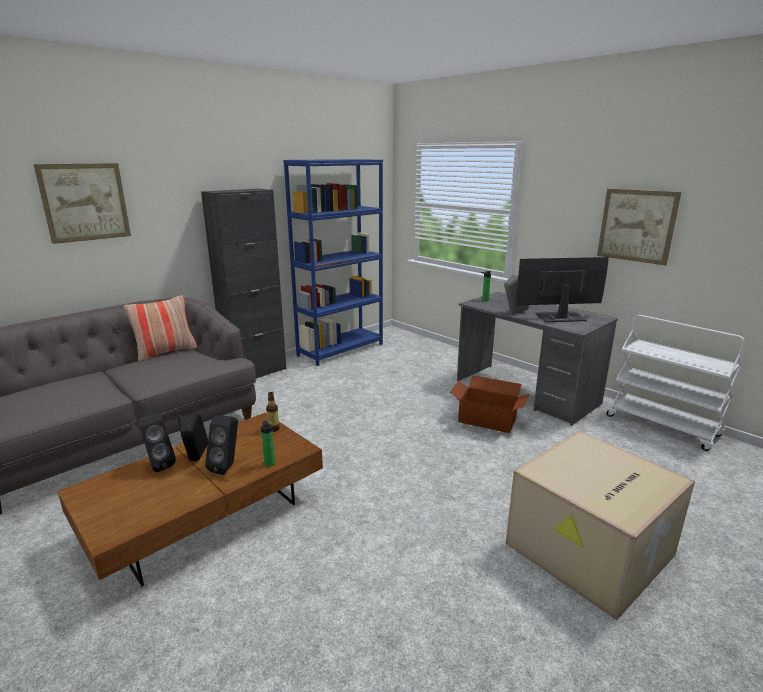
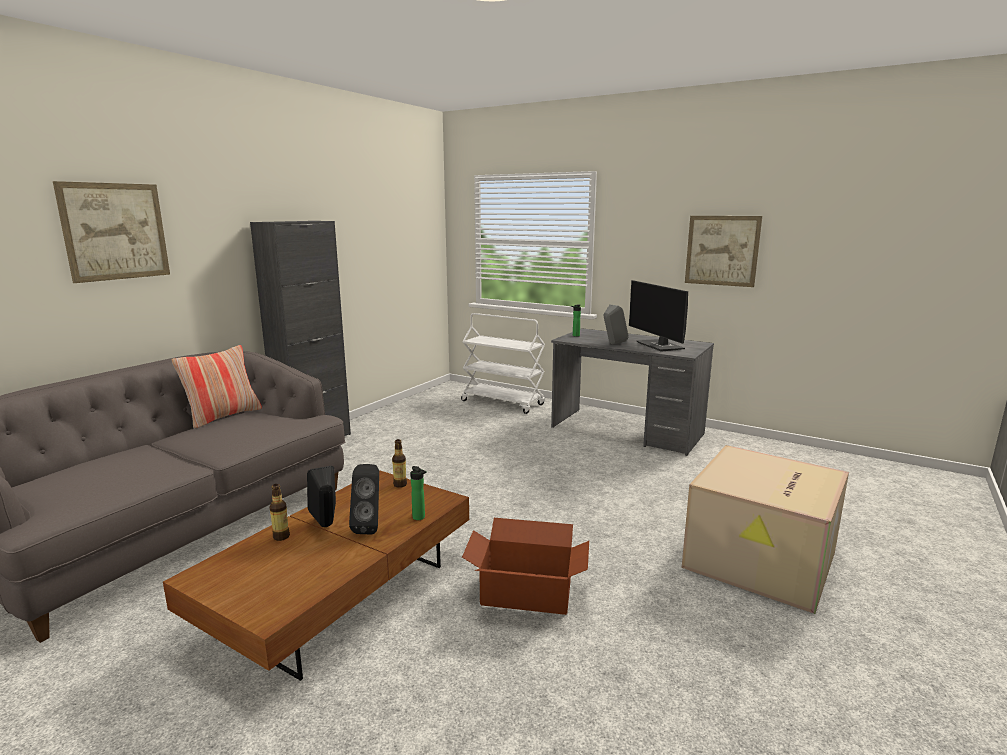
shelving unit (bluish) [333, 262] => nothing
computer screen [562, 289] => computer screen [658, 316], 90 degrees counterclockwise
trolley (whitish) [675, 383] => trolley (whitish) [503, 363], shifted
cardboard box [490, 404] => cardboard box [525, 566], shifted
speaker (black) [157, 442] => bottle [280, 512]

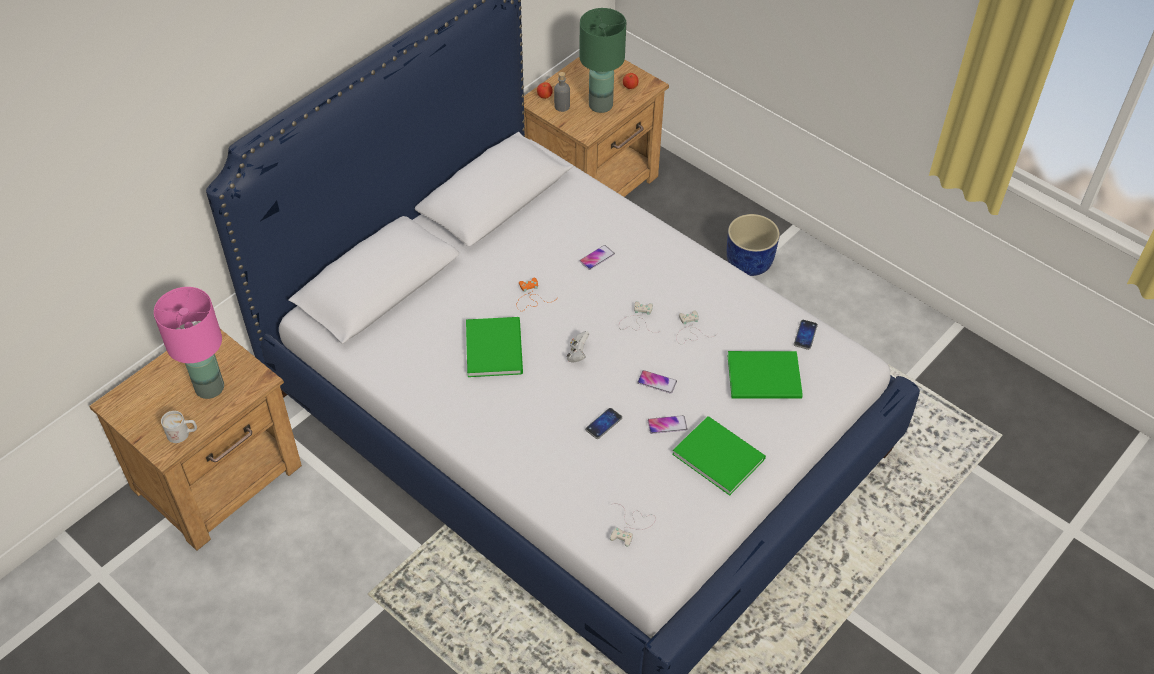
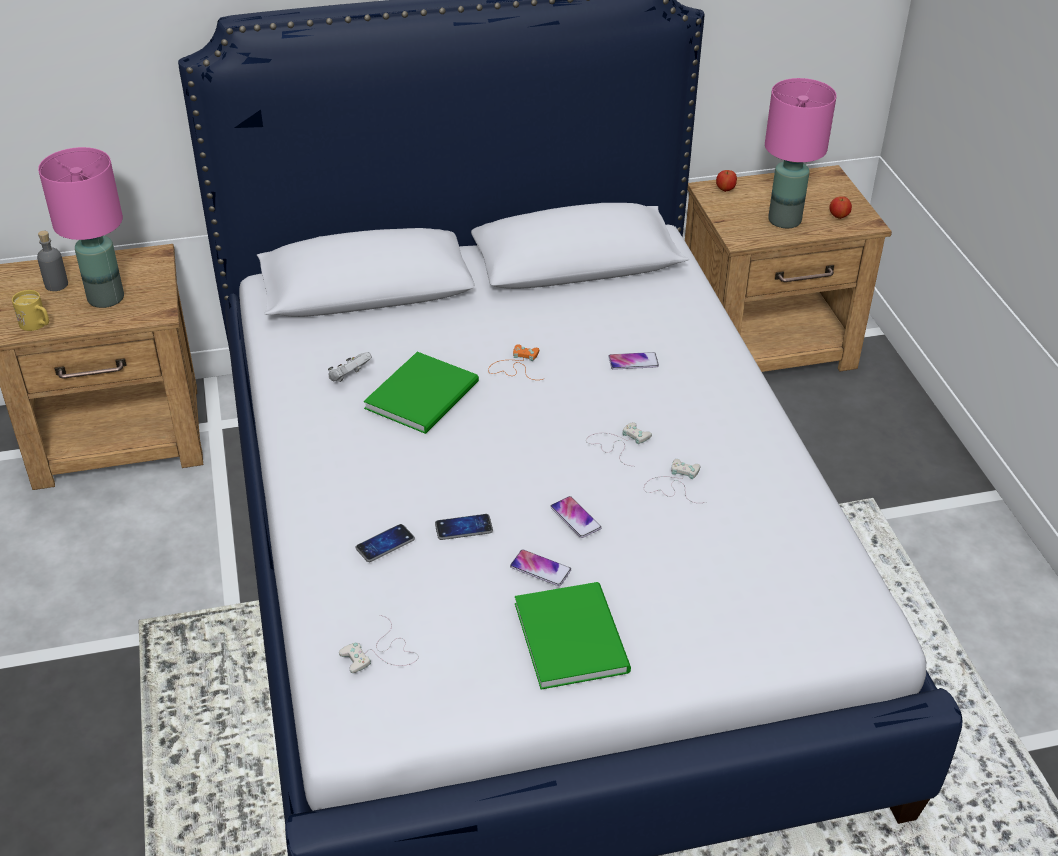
lamp for a table (greenish) [602, 60] => lamp for a table (pink) [800, 153]
bottle (greyish) [562, 92] => bottle (greyish) [52, 261], shifted
flower pot (bluish) [753, 245] => nothing
handset [806, 335] => handset [385, 543], shifted
joypad (whitish) [578, 347] => joypad (whitish) [350, 367], shifted
bound book (greenish) [765, 375] => nothing
mug (whitish) [179, 427] => mug (yellow-coloured) [30, 310]

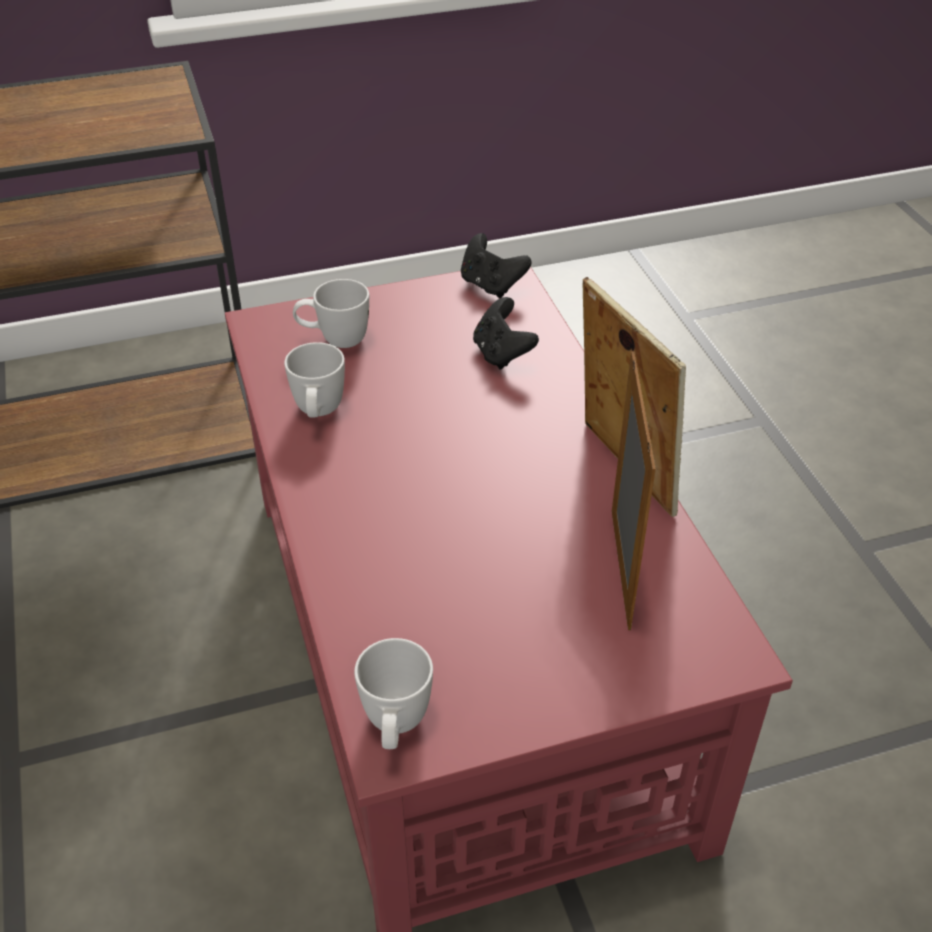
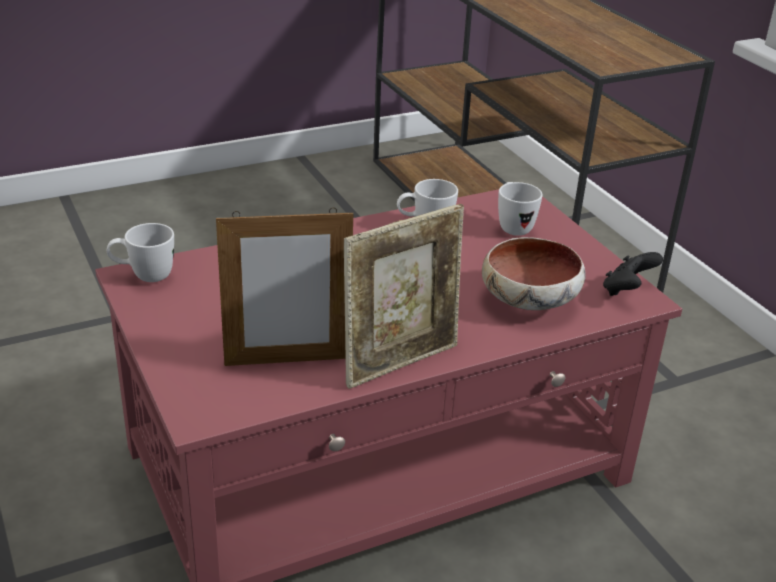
joypad (black) [506, 333] => serving bowl [534, 273]

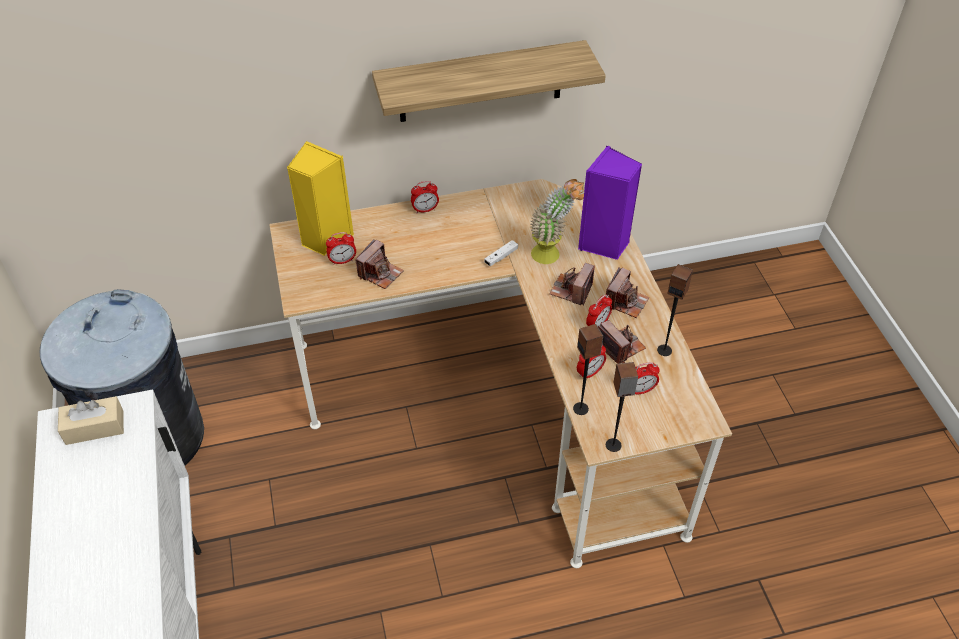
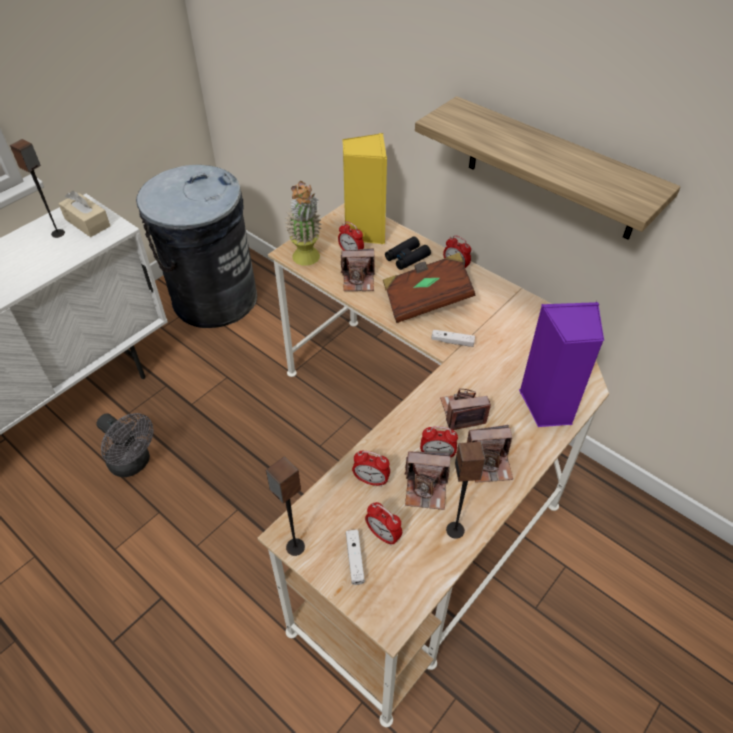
plant in a pot [557, 221] => plant in a pot [303, 223], shifted
photo camera [622, 342] => photo camera [427, 481], 75 degrees clockwise
speaker [588, 369] => speaker [37, 188], shifted
nothing => field glasses (black) [408, 253]
nothing => bound book (brown) [429, 287]
nothing => cooling fan (greyish) [125, 445]
nothing => joypad (whitish) [355, 557]

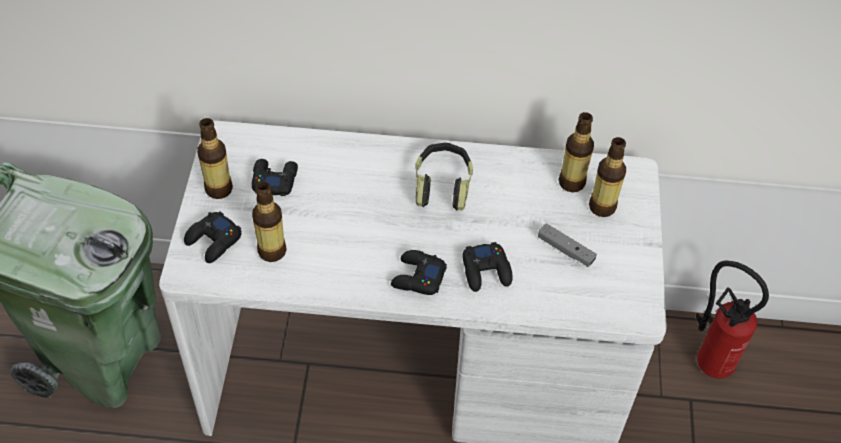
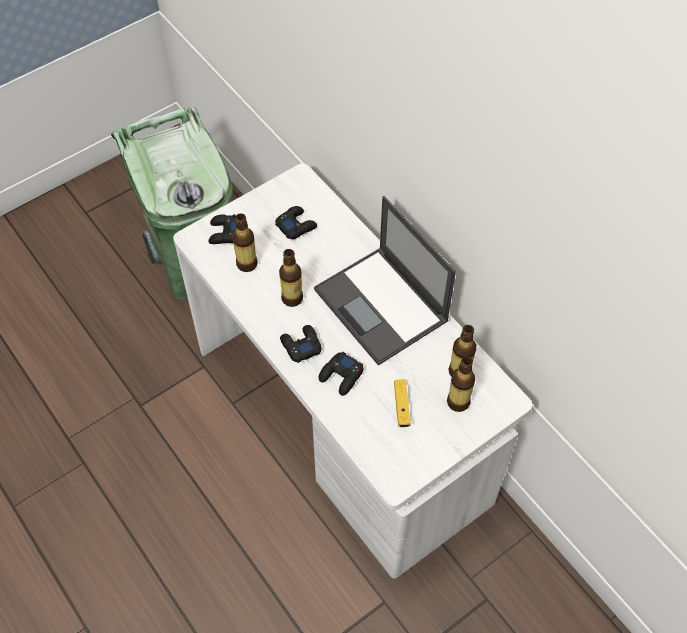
bottle [215, 158] => bottle [291, 278], shifted
headset [444, 177] => portable computer [385, 281]
joypad (greyish) [567, 245] => joypad (yellow-coloured) [402, 403]
fire-fighting cylinder [732, 319] => nothing

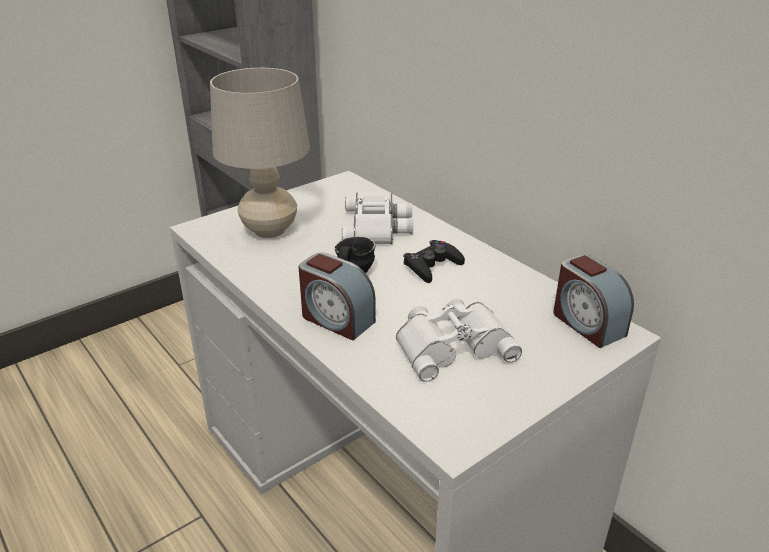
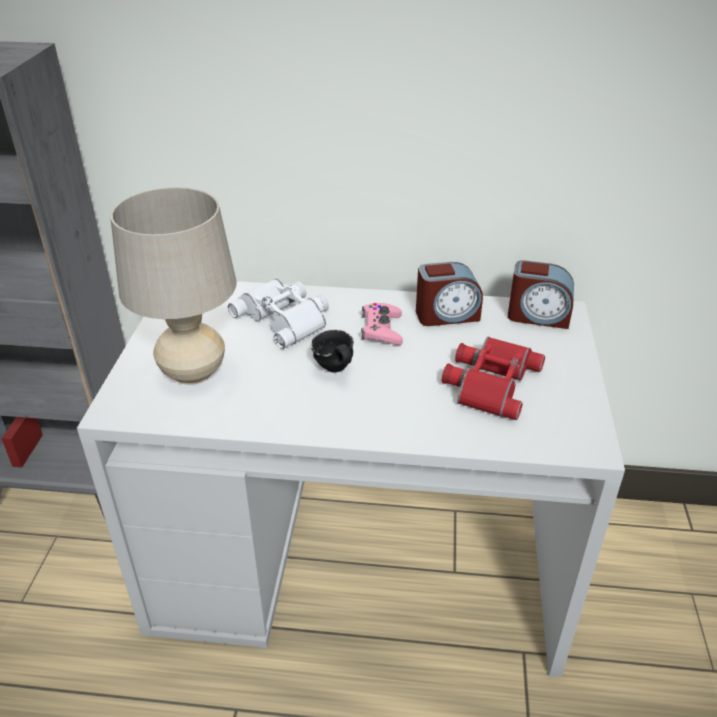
joypad (black) [434, 261] => joypad (pink) [382, 324]
table clock [337, 296] => table clock [449, 294], shifted
field glasses (whitish) [459, 340] => field glasses (red) [493, 378]

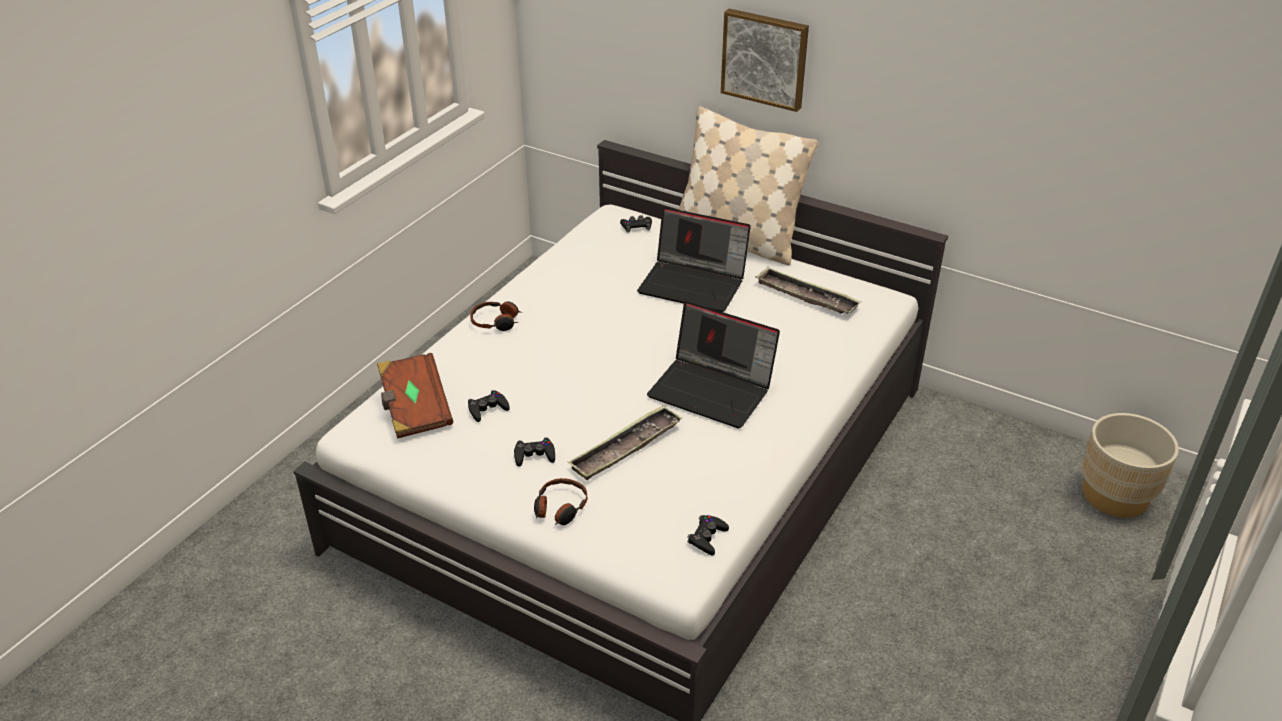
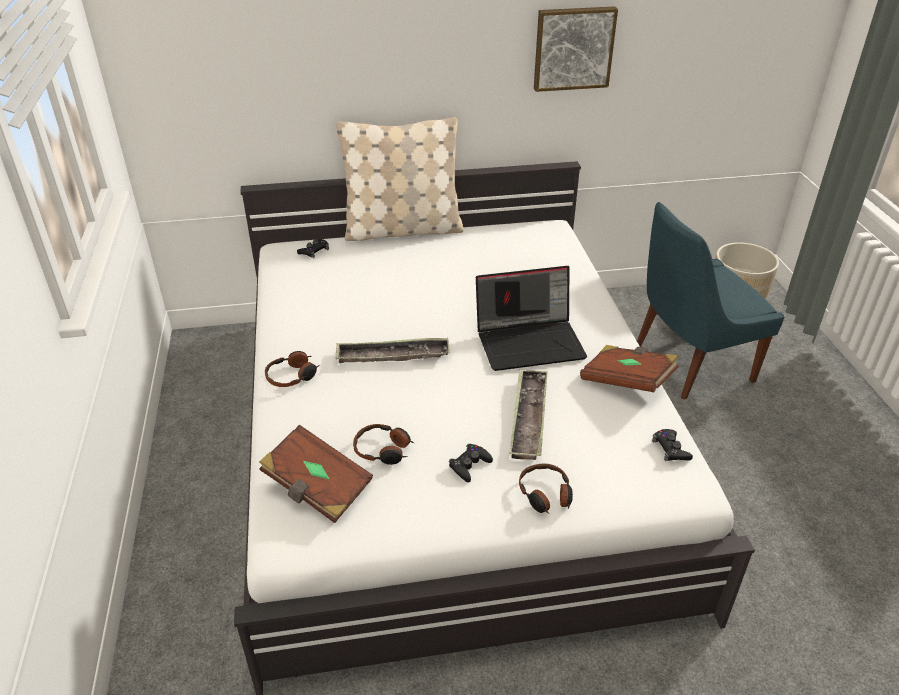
wall picture [765, 60] => wall picture [576, 49], shifted
portable computer [694, 259] => nothing
serving tray [808, 290] => serving tray [392, 350], shifted
joypad (black) [489, 406] => headset [383, 444]
nothing => chair (bluish) [710, 301]
nothing => bound book (brown) [629, 368]

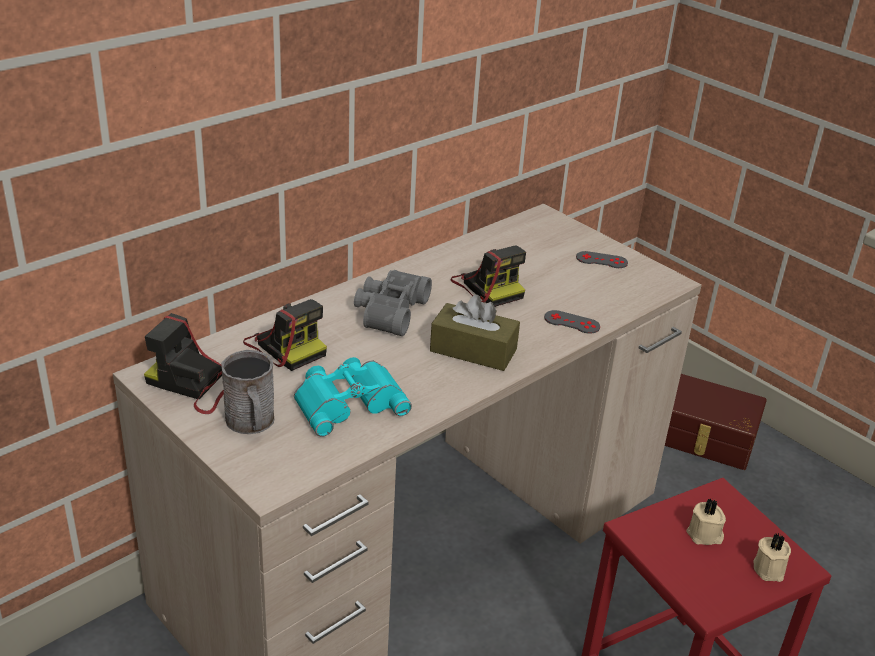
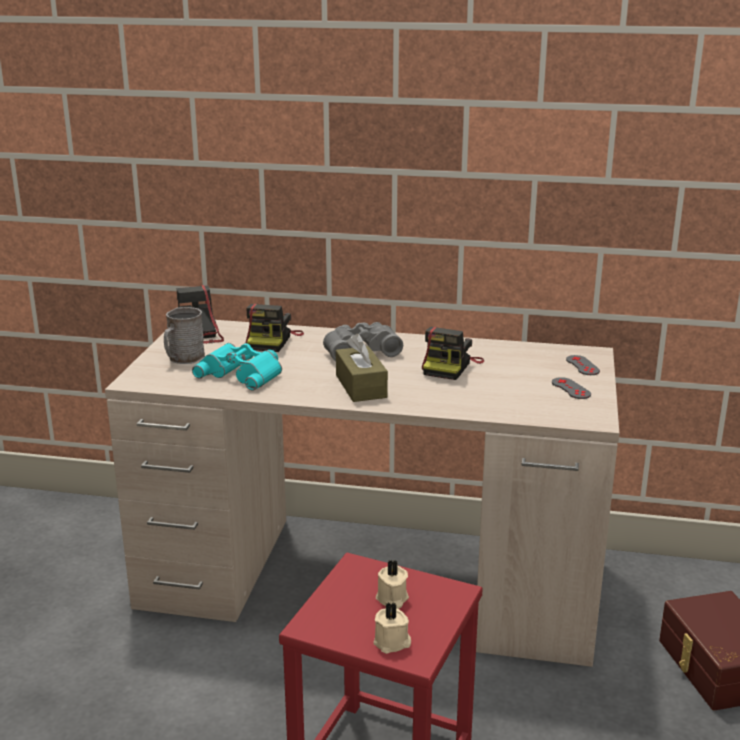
joypad (greyish) [572, 322] => joypad (greyish) [583, 365], shifted

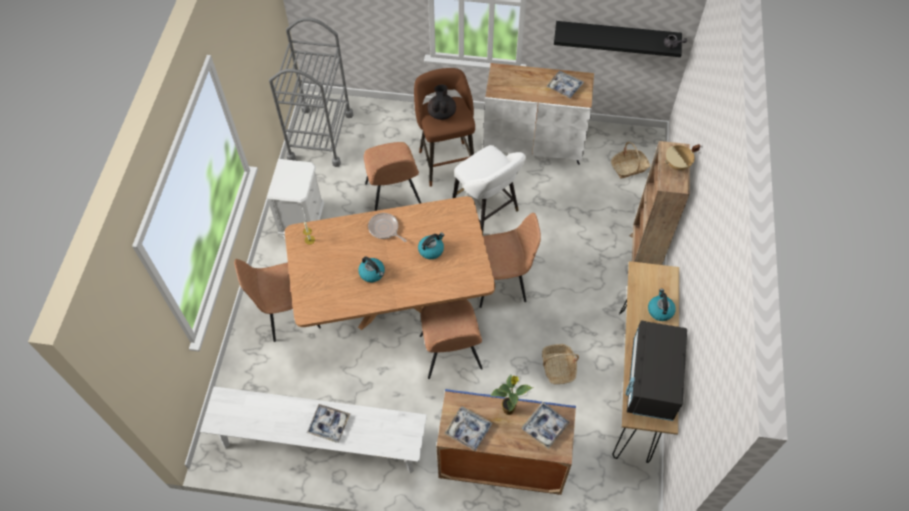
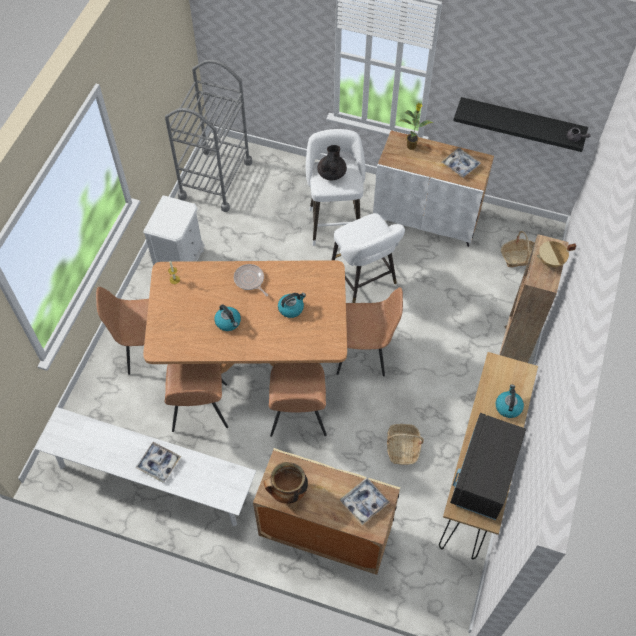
stool (brown) [444, 127] => stool (whitish) [336, 187]
chair (brown) [392, 176] => chair (brown) [196, 398], shifted
plant in a pot [511, 394] => plant in a pot [416, 126], shifted
cabinet (bluish) [506, 442] => cabinet (sand-coloured) [326, 511]
serving tray [468, 429] => saucepot [286, 483]

